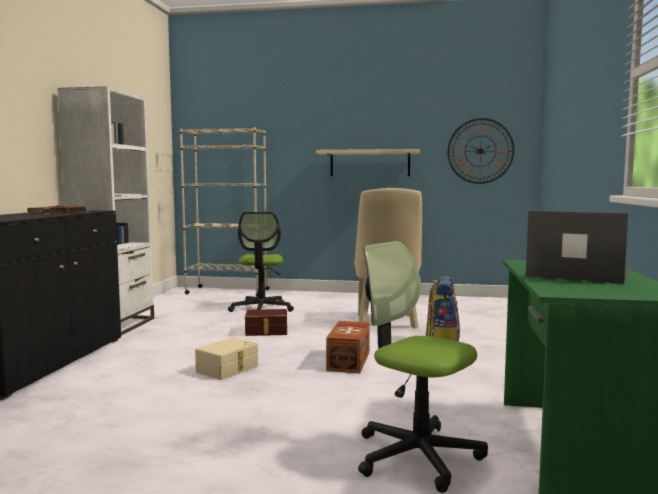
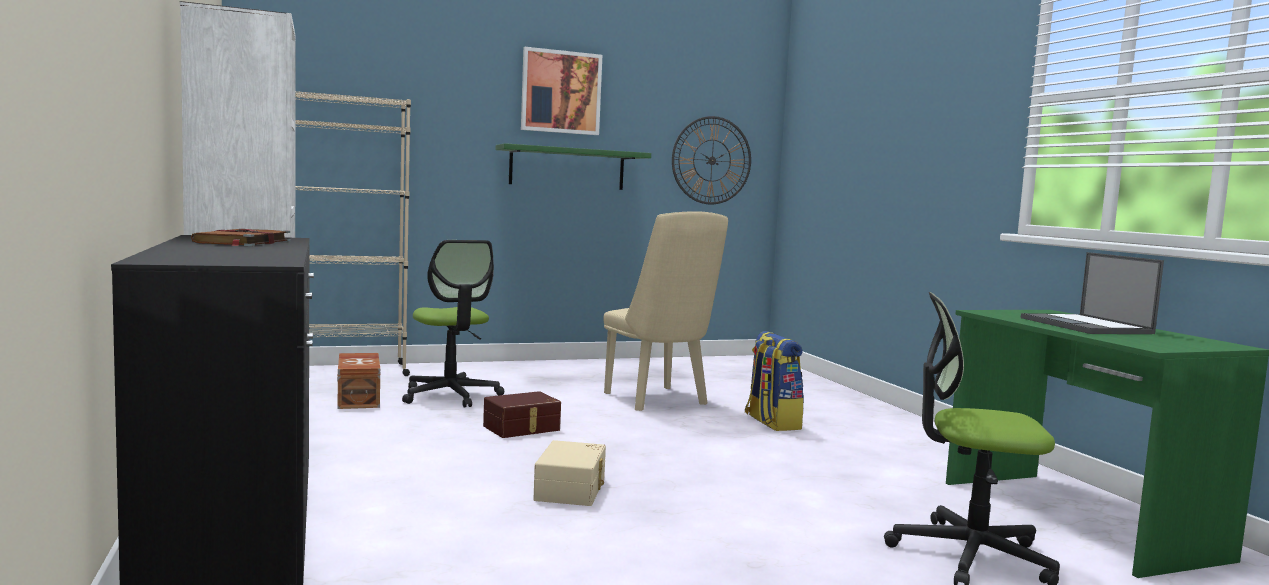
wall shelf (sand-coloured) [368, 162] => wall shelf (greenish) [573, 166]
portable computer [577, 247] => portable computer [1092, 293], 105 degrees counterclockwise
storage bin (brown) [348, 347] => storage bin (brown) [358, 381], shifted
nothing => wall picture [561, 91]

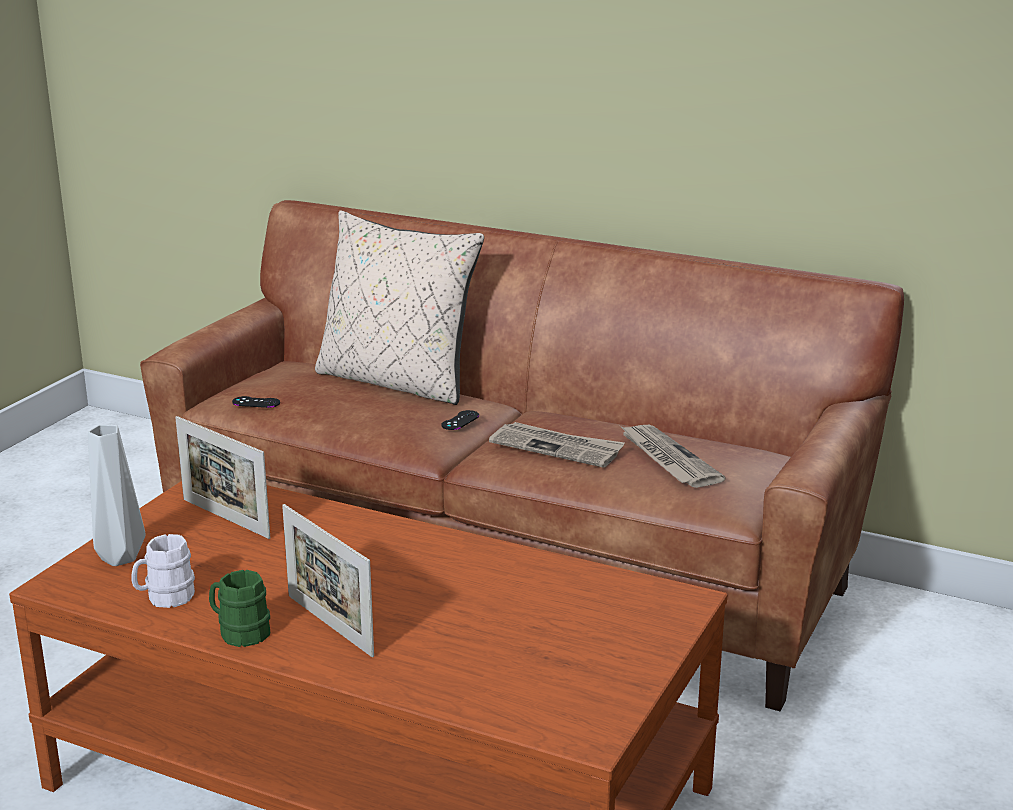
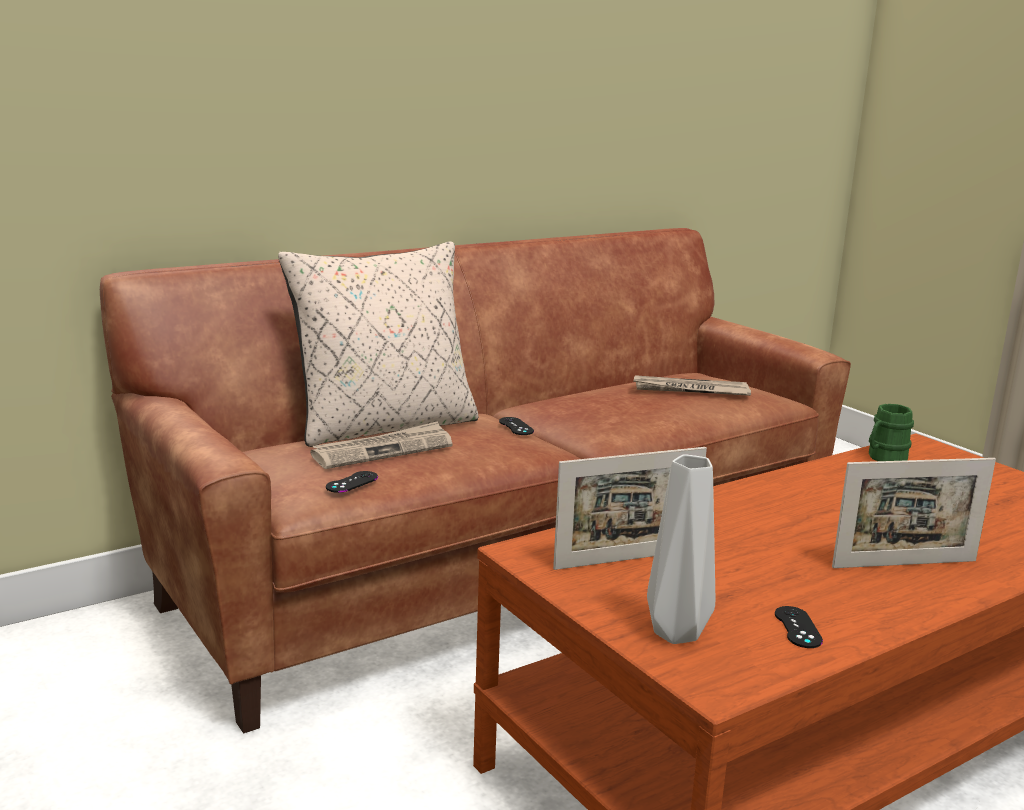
printed paper [557, 445] => printed paper [381, 445], shifted
mug (whitish) [163, 571] => joypad (black) [799, 627]
mug (greenish) [239, 608] => mug (greenish) [891, 432], shifted

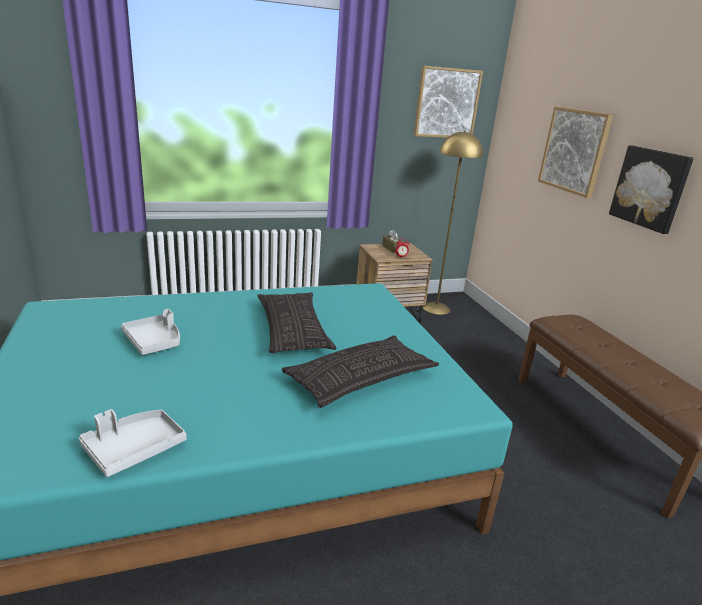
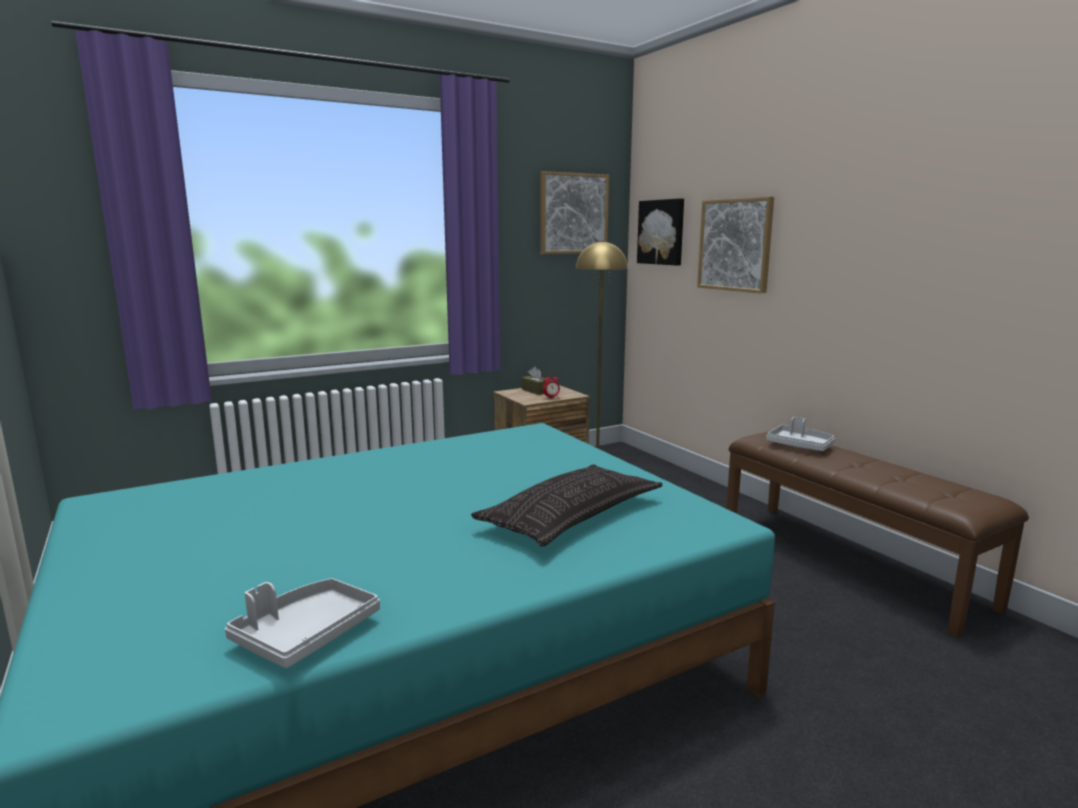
wall picture [651, 189] => wall picture [660, 232], shifted
throw pillow [297, 322] => nothing
serving tray (greyish) [150, 332] => serving tray (greyish) [800, 434], shifted

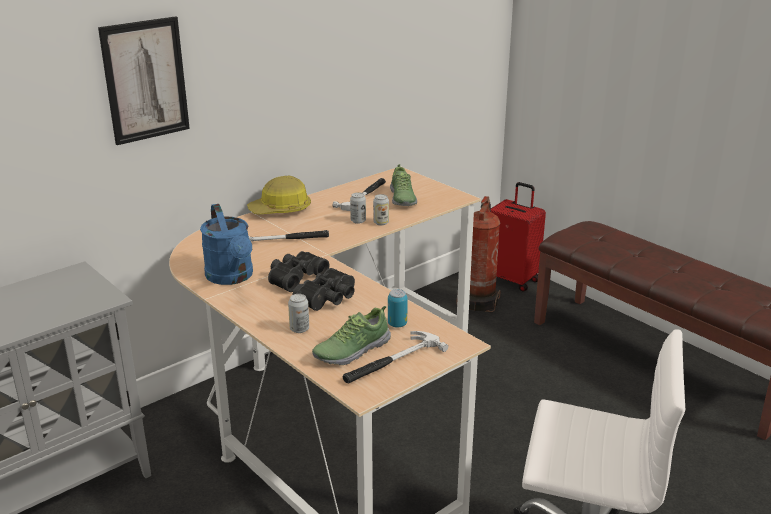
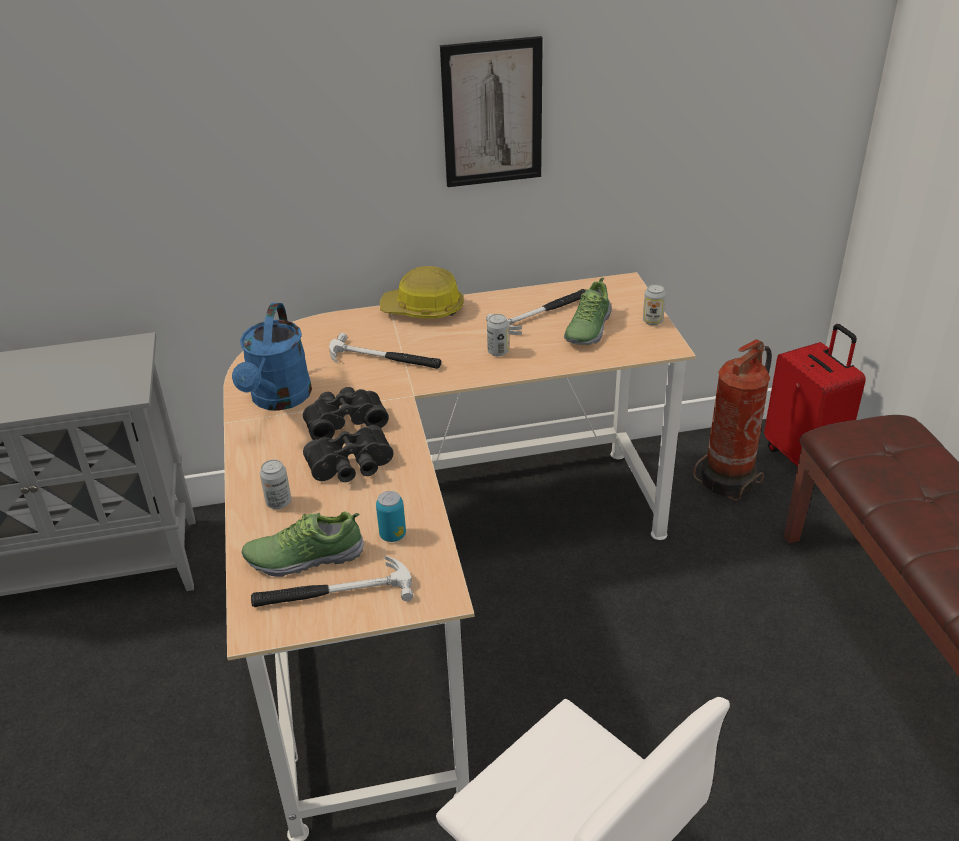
wall picture [144, 80] => wall picture [491, 111], shifted
can [381, 210] => can [654, 304], shifted

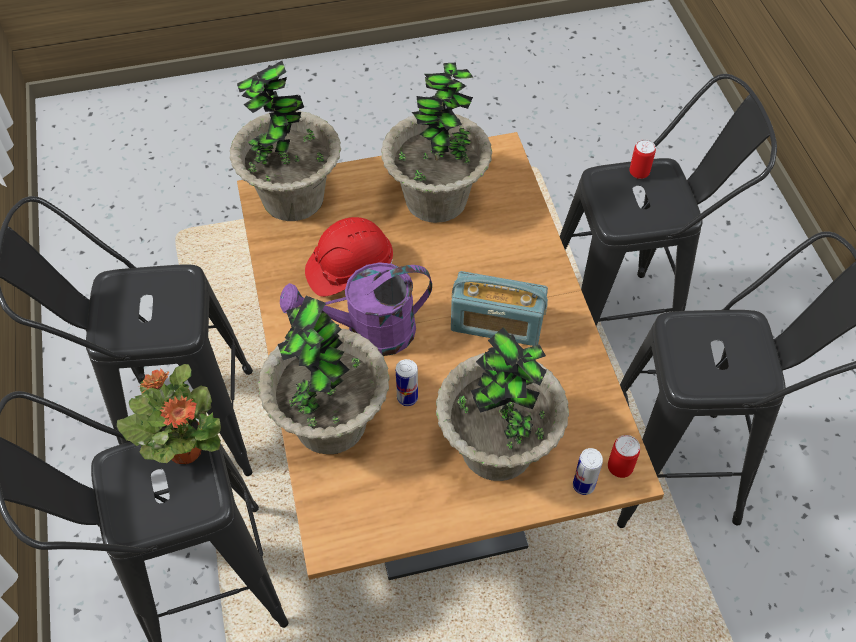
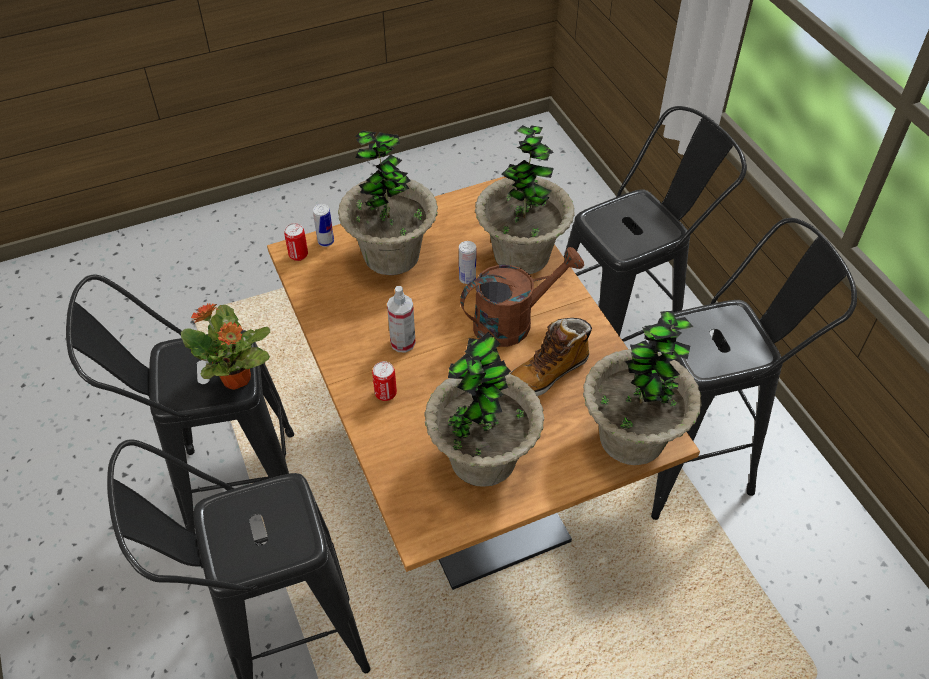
can [642, 159] => can [384, 381], shifted
work helmet (red) [349, 257] => boot [551, 357]
sprinkling can (purple-coloured) [356, 309] => sprinkling can (brown) [522, 297]
radio [499, 308] => spray bottle [401, 319]
plant in a pot [169, 414] => plant in a pot [225, 346], shifted

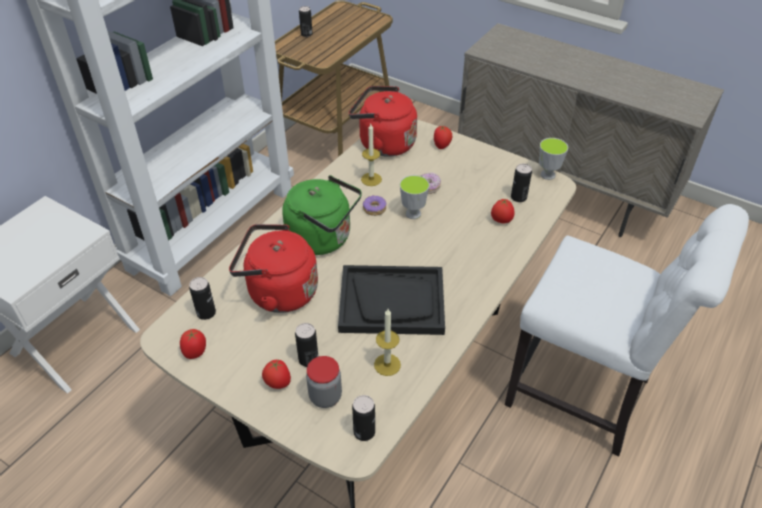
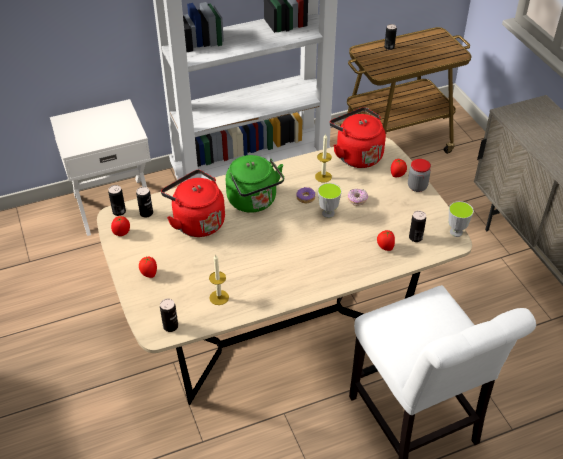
serving tray (black) [391, 300] => nothing
can [306, 345] => can [117, 200], shifted
preserve jar [324, 382] => preserve jar [419, 175], shifted

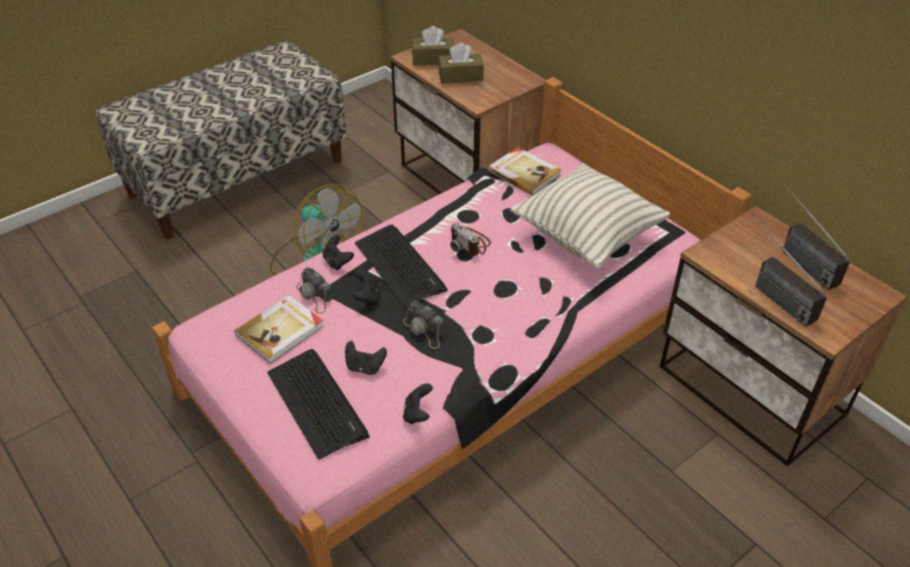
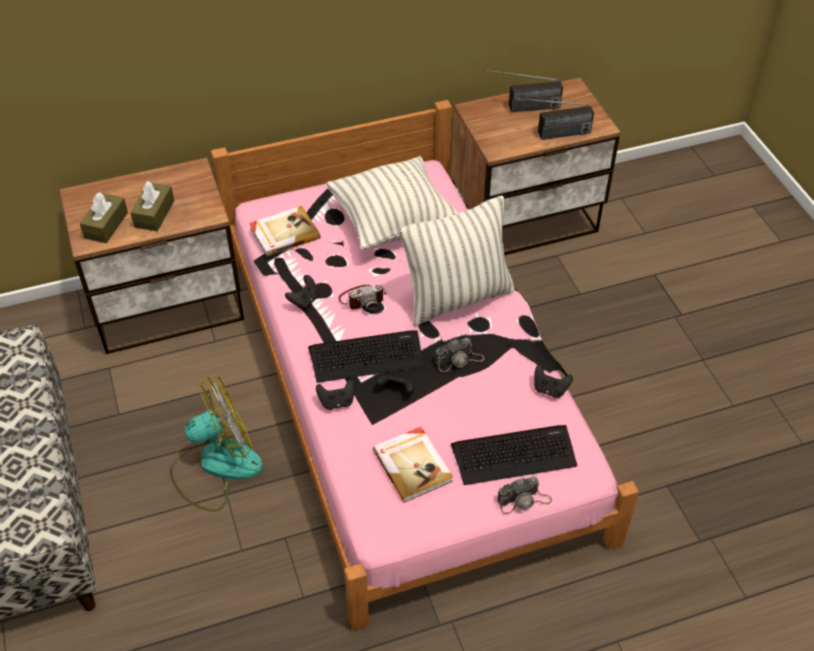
photo camera [314, 290] => photo camera [524, 495], shifted
joypad (black) [366, 358] => joypad (black) [302, 292], shifted
nothing => throw pillow [457, 261]

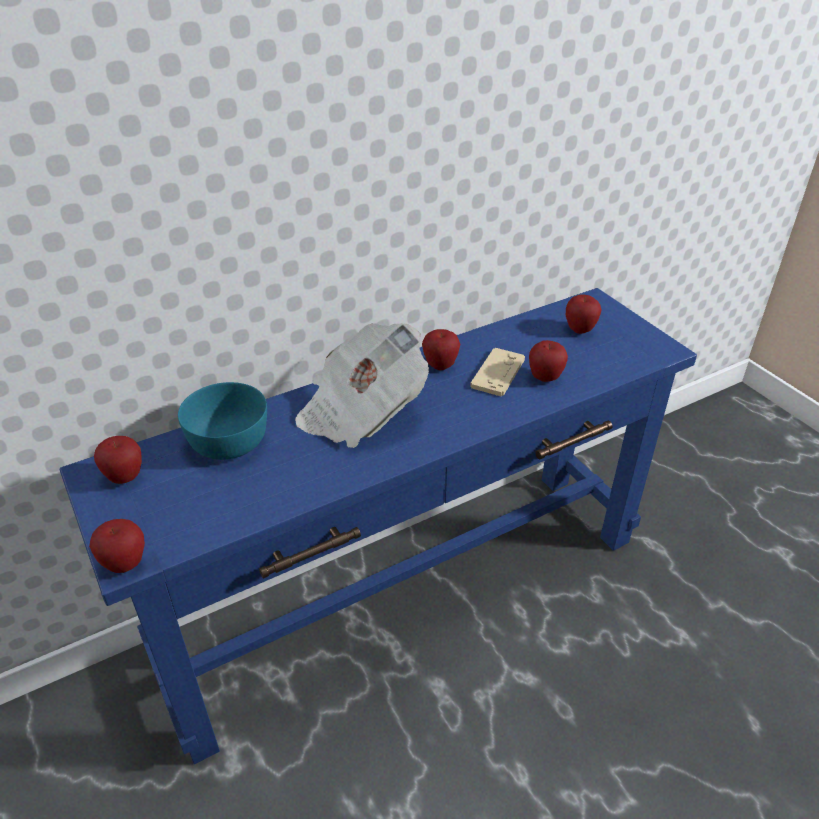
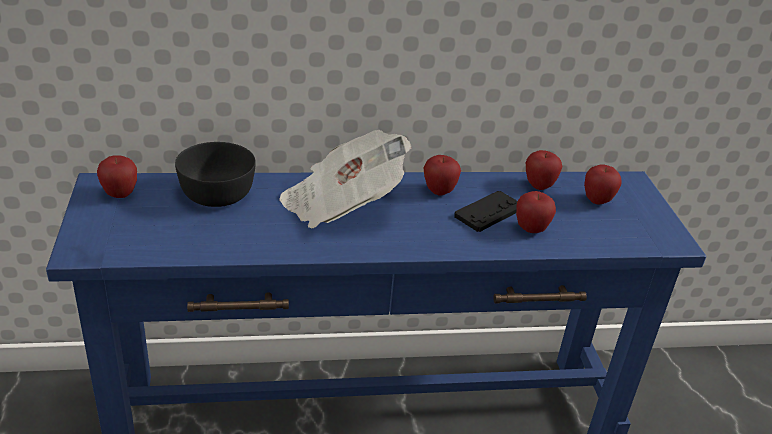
joypad (sand-coloured) [497, 372] => joypad (black) [485, 211]
serving bowl (turquoise-coloured) [222, 421] => serving bowl (black) [215, 174]
apple fruit [117, 546] => apple fruit [544, 170], shifted

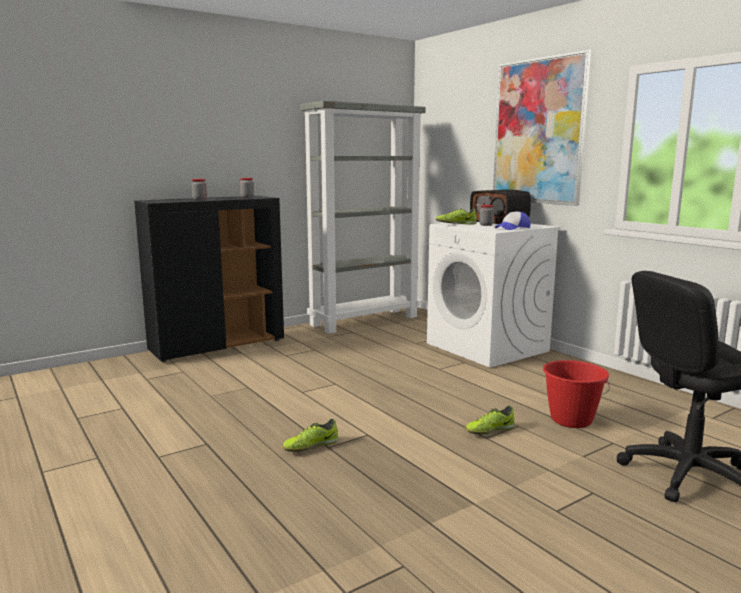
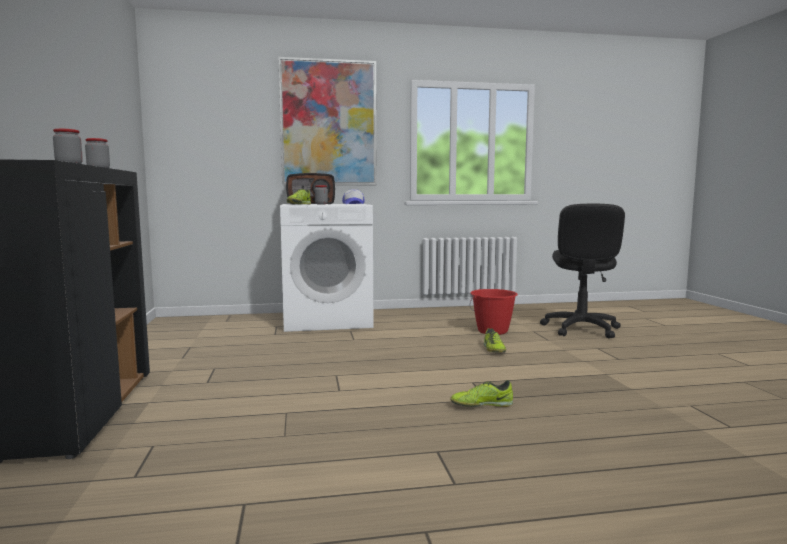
shelving unit (greyish) [363, 217] => nothing
shoe [310, 435] => shoe [481, 393], 90 degrees clockwise

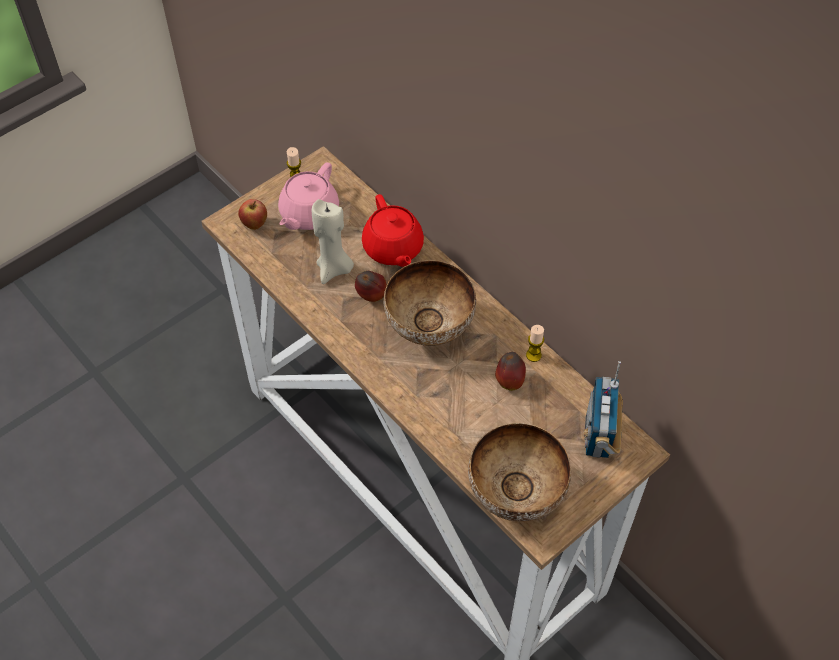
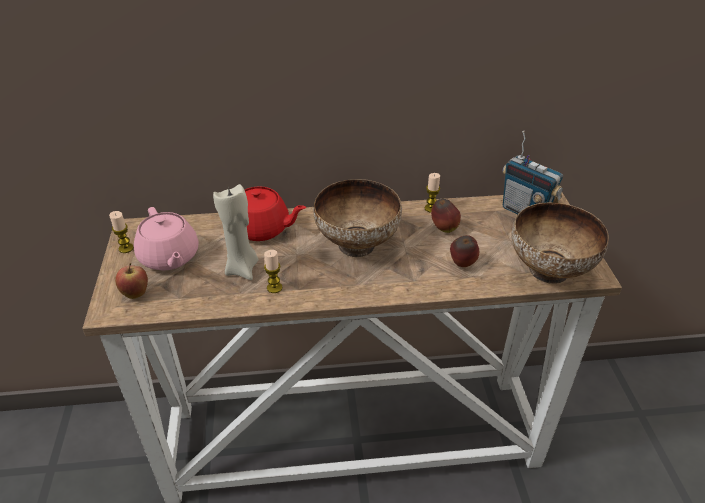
apple fruit [371, 286] => apple fruit [464, 251], shifted
nothing => wax light [273, 271]

